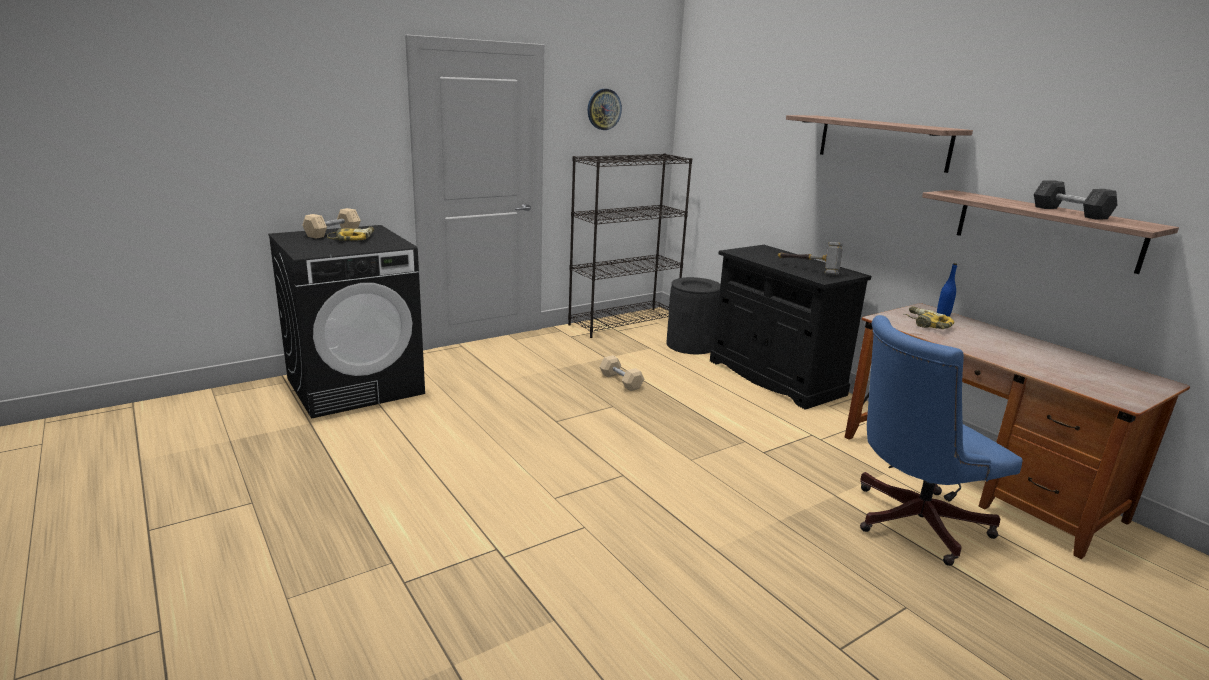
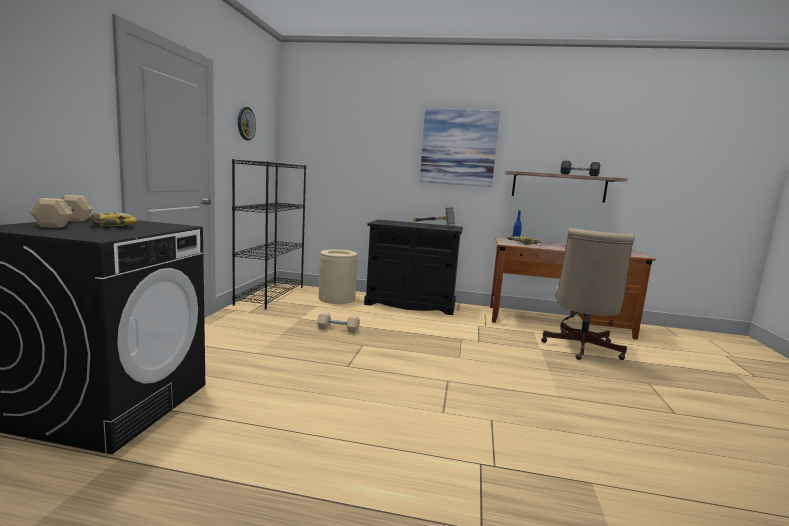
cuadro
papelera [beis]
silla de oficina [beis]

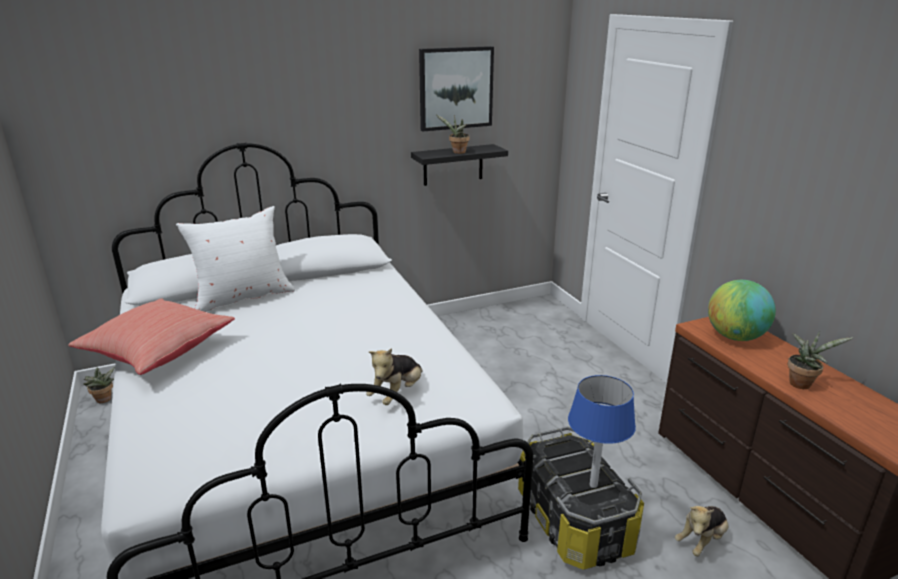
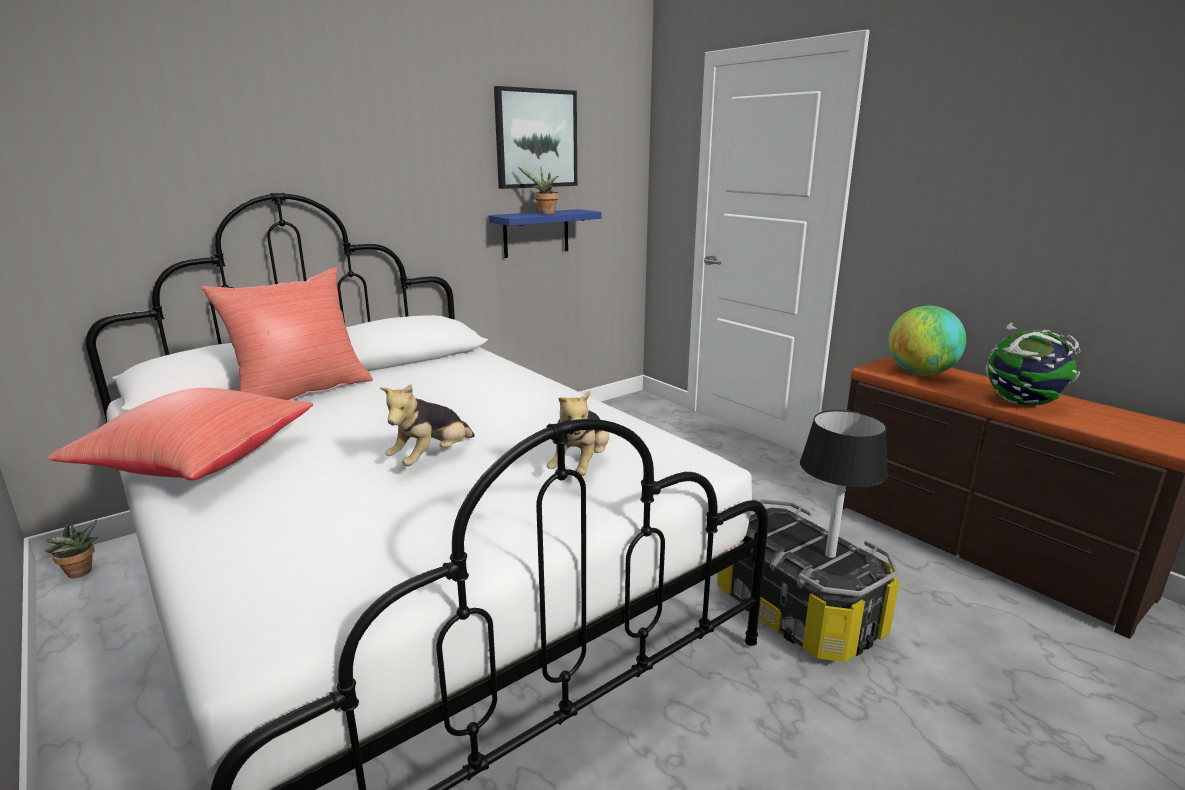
estante [azul]
cojín [rojo] (no. 2 from left)
globo terráqueo (no. 2 from left)
lámpara de mesa [negro]
peluche (no. 1 from left)

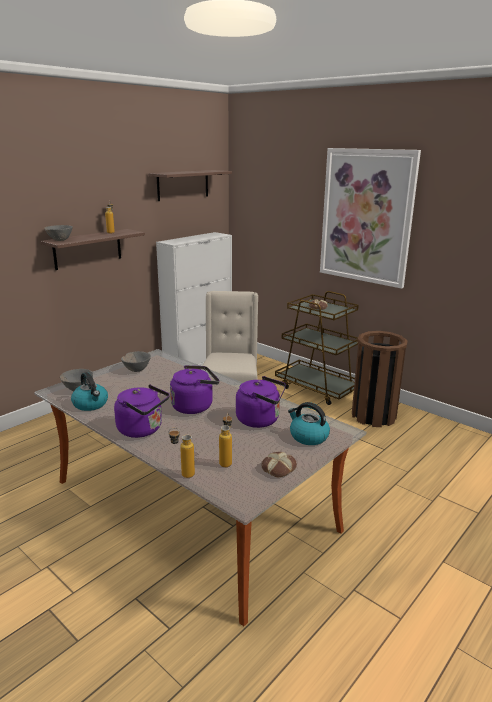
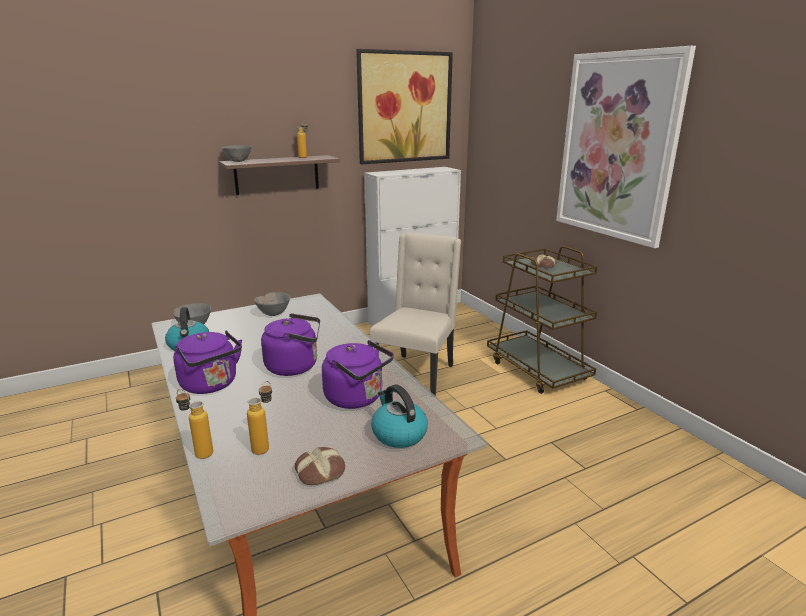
cuadro (no. 1 from left)
papelera [marrón]

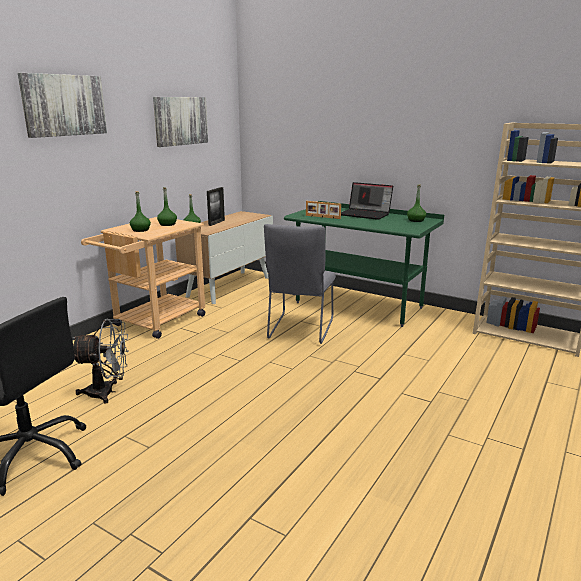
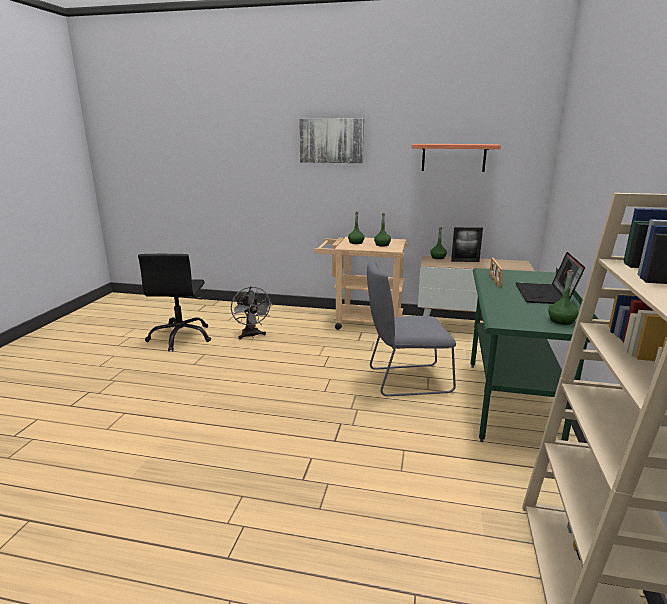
estante

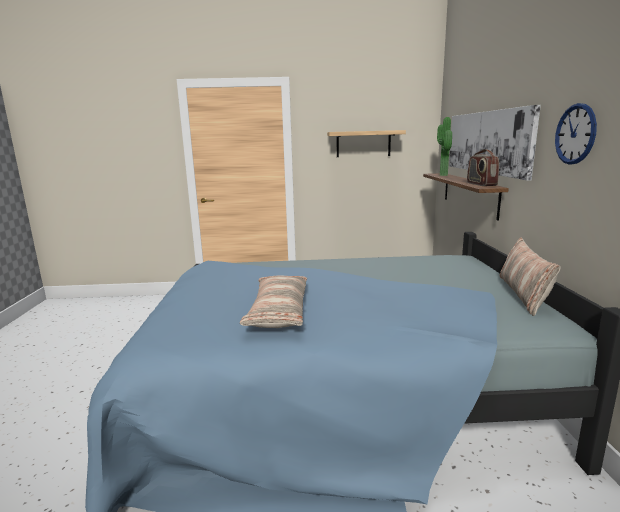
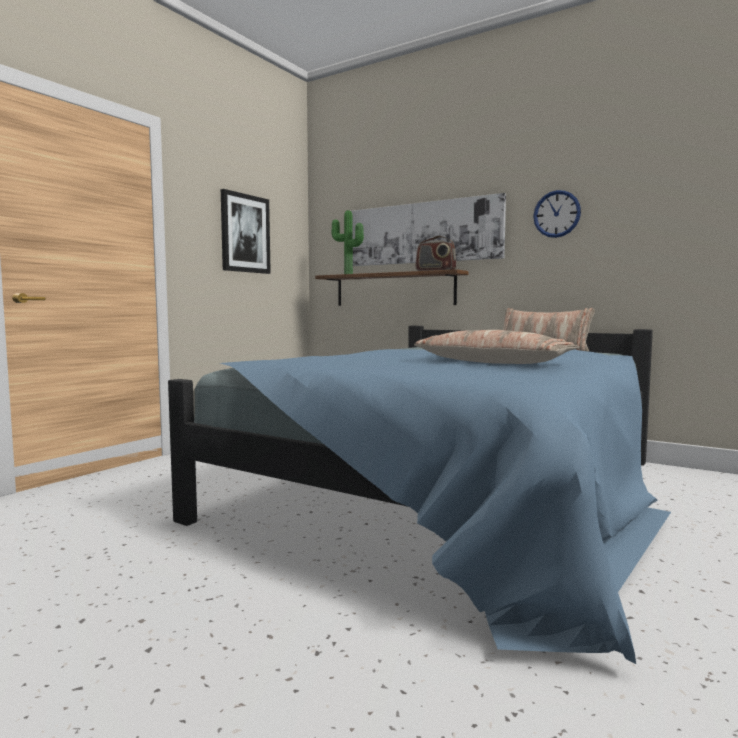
cuadro (no. 1 from left)

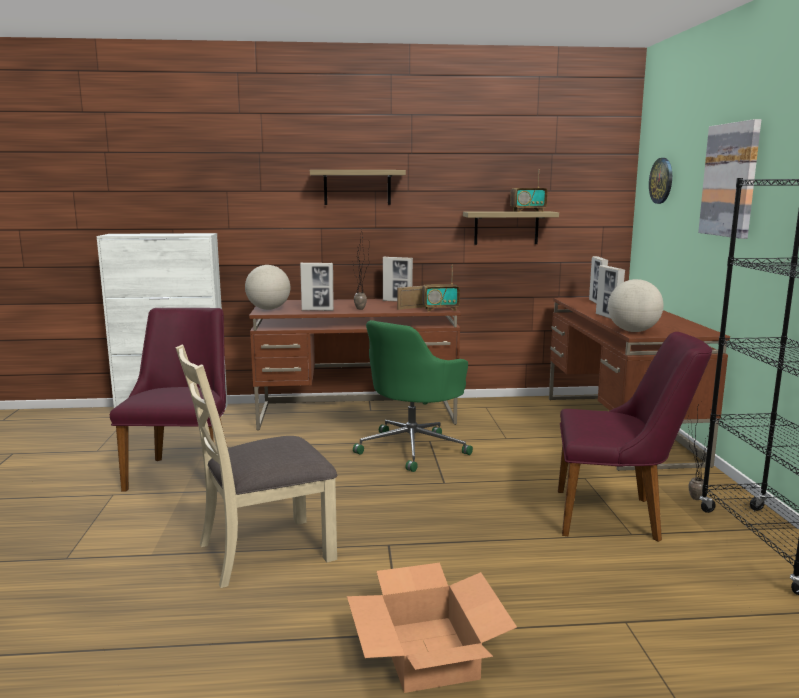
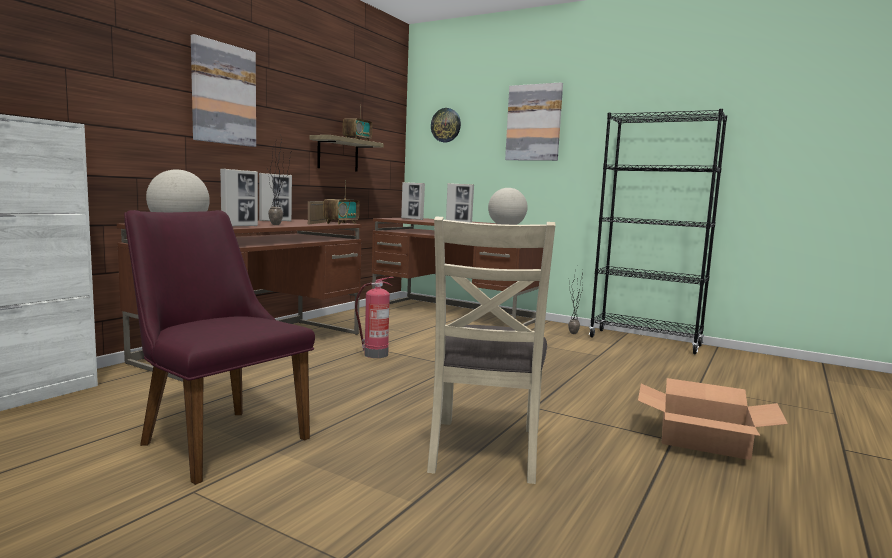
cuadro (no. 1 from left)
extintor
silla [morado] (no. 2 from left in the first image)

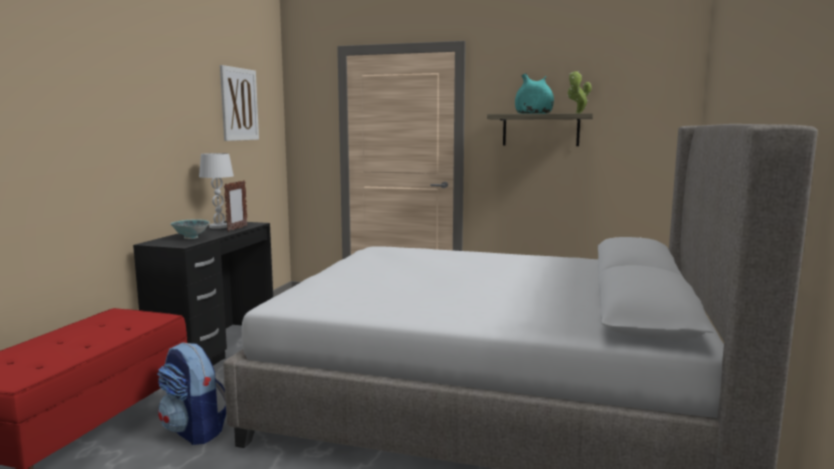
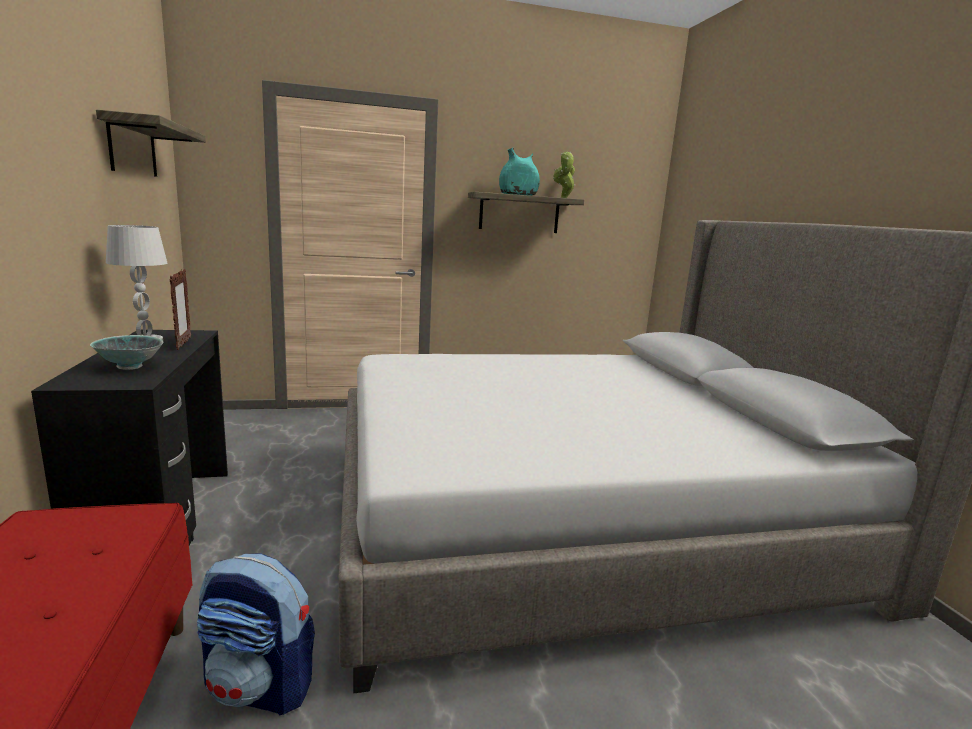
estante (no. 1 from left)

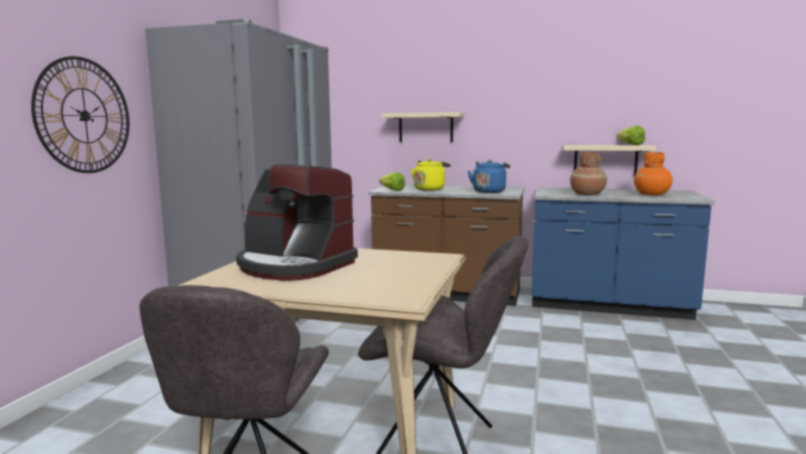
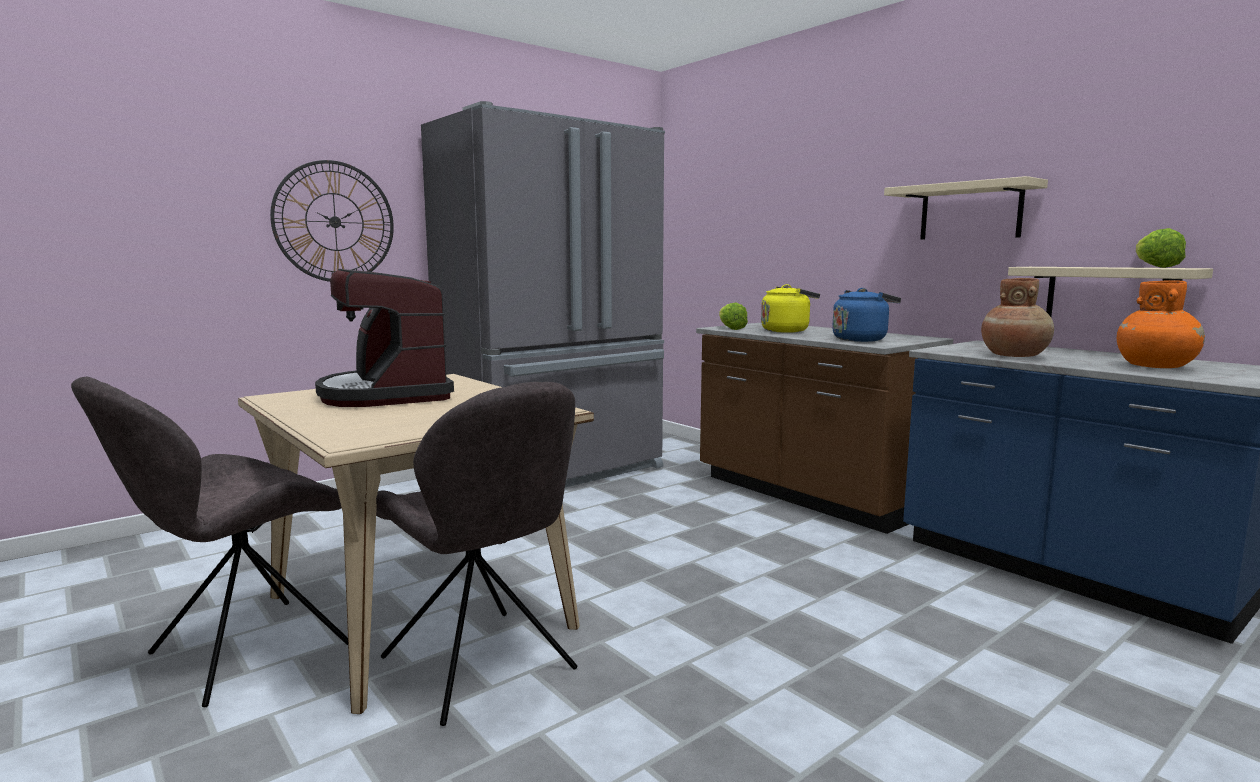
estante [beis] (no. 1 from left)

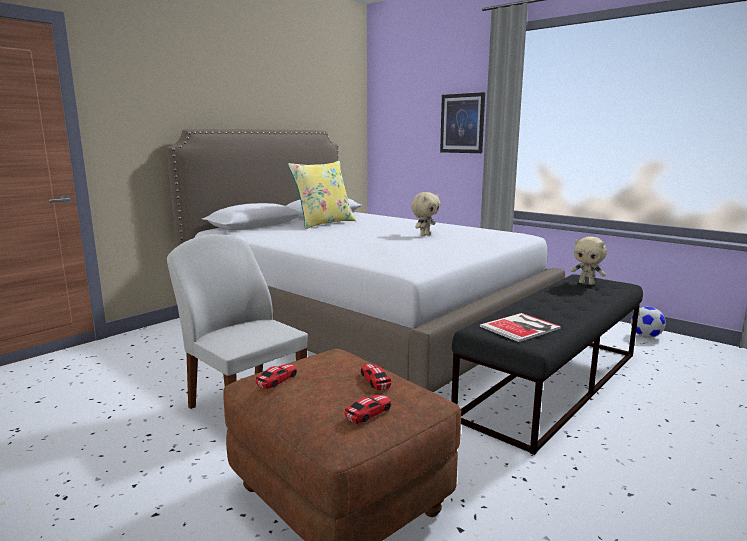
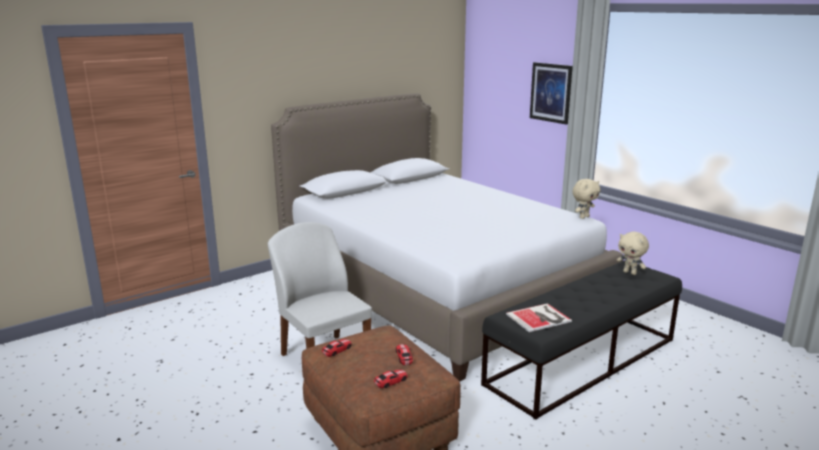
cojín [amarillo]
peluche [beis] (no. 1 from left)
balón de fútbol

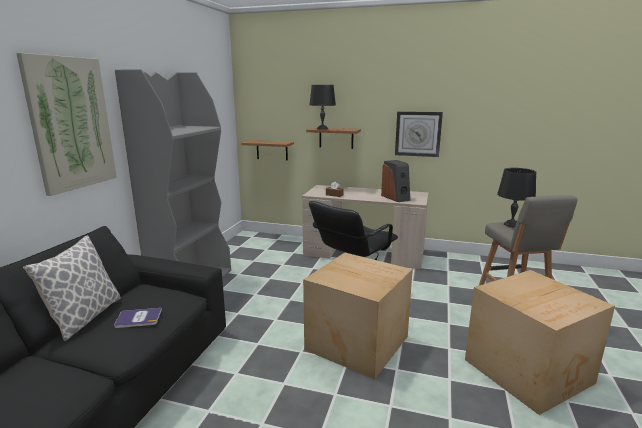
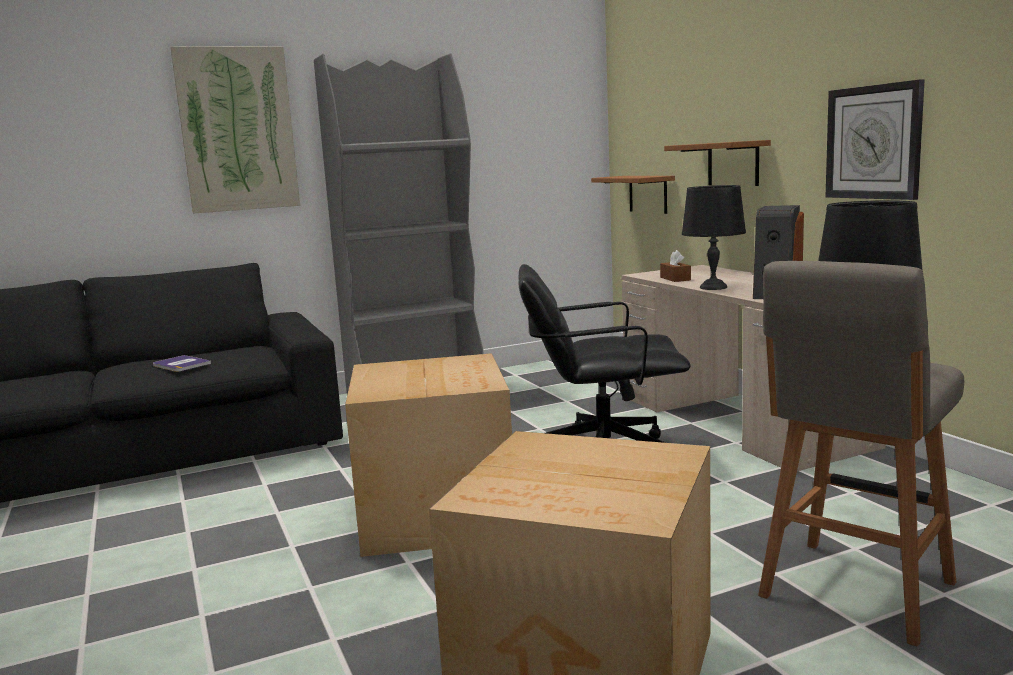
lámpara de mesa [negro] (no. 1 from left)
cojín

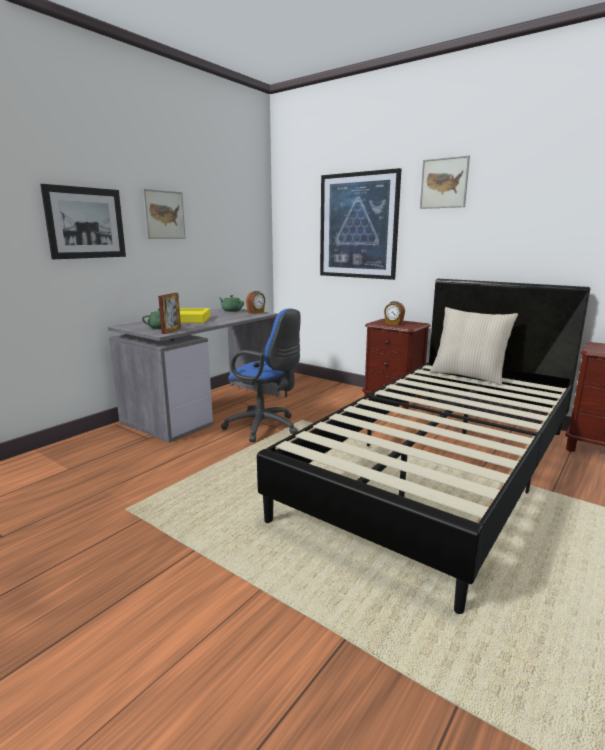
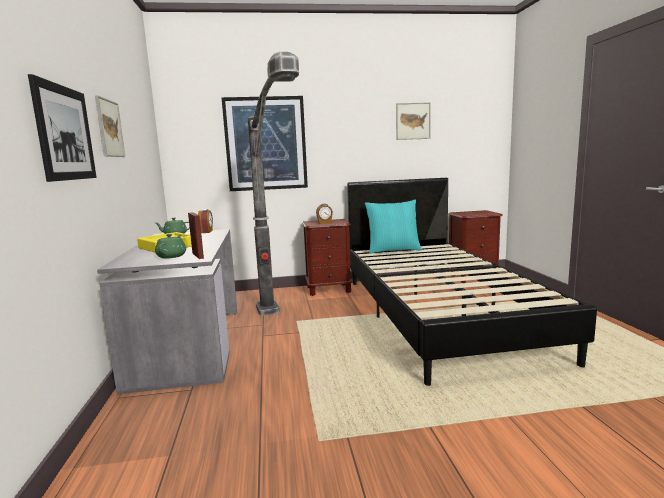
cuadro (no. 4 from left)
cojín [turquesa]
lámpara de pie

